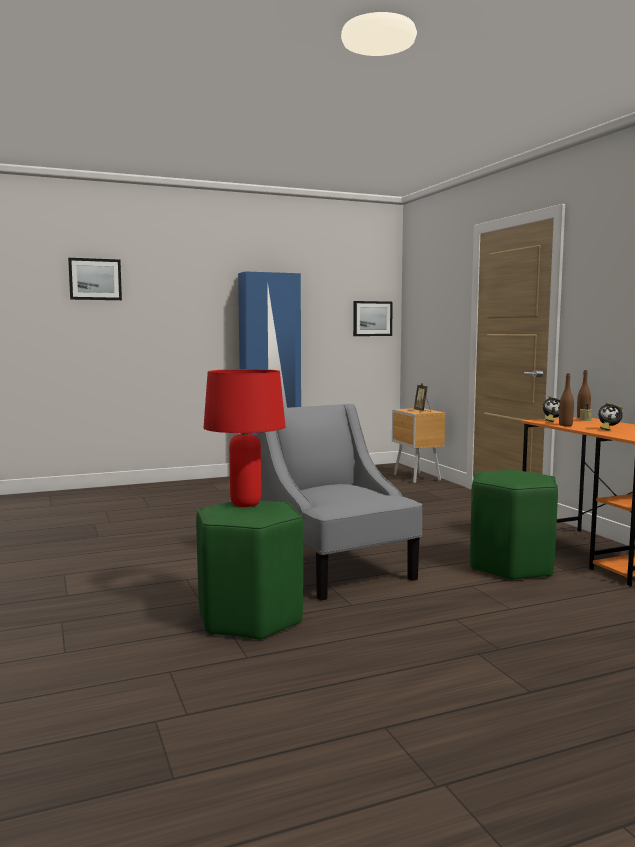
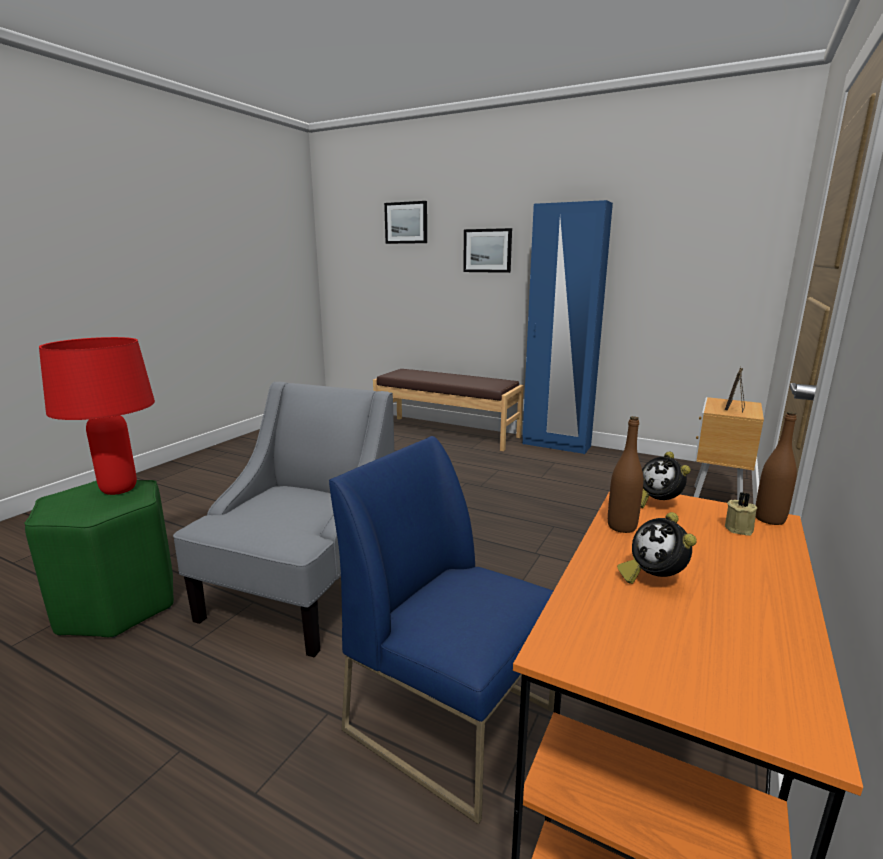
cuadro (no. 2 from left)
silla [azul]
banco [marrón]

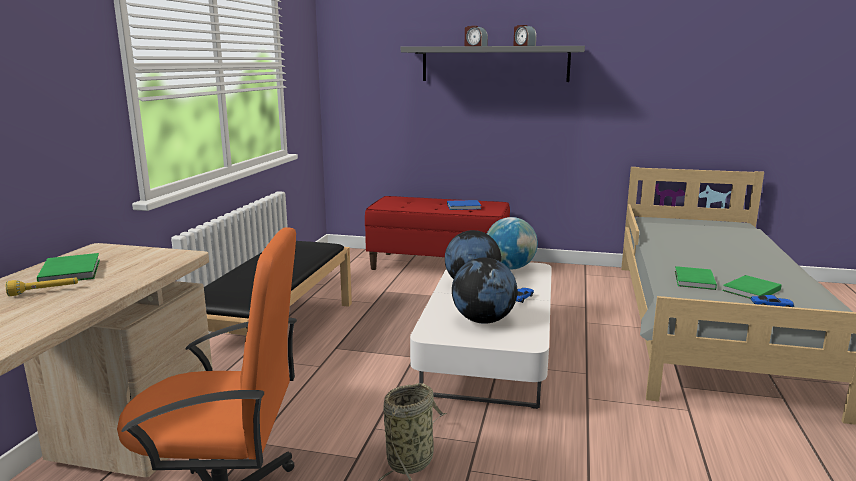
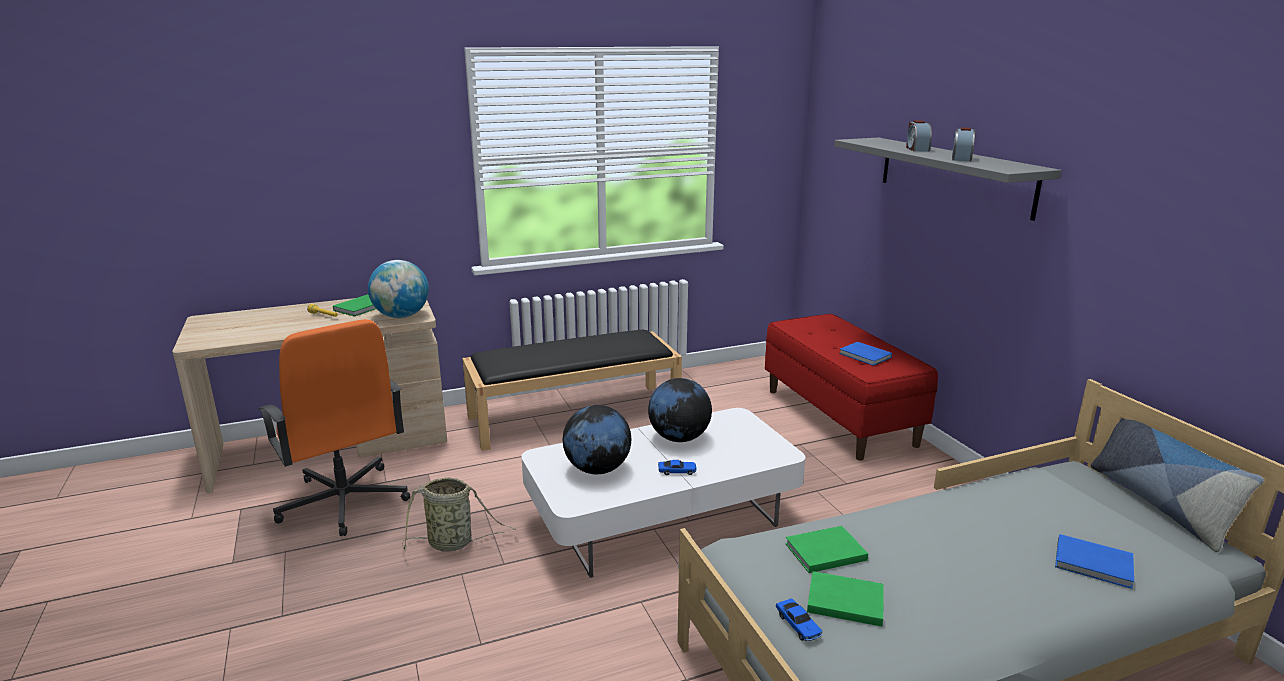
globo terráqueo (no. 1 from left)
cojín
libro [azul] (no. 2 from left)

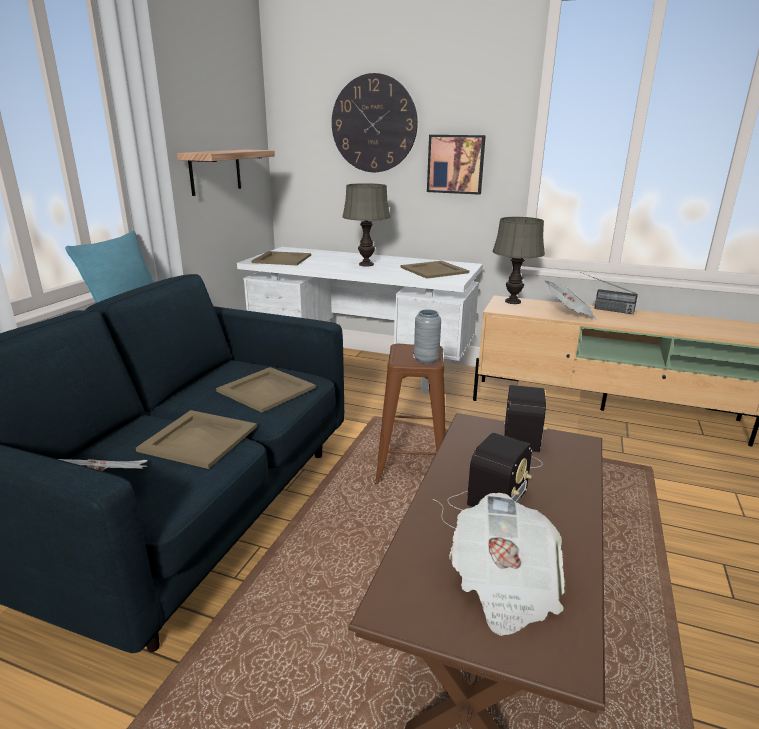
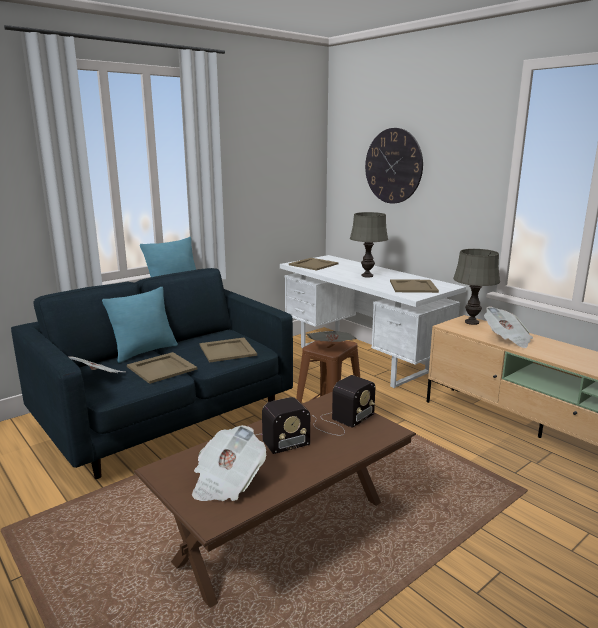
cuadro
estante
radio (no. 3 from left in the first image)
periódico (no. 3 from left)
cojín [turquesa] (no. 1 from left)

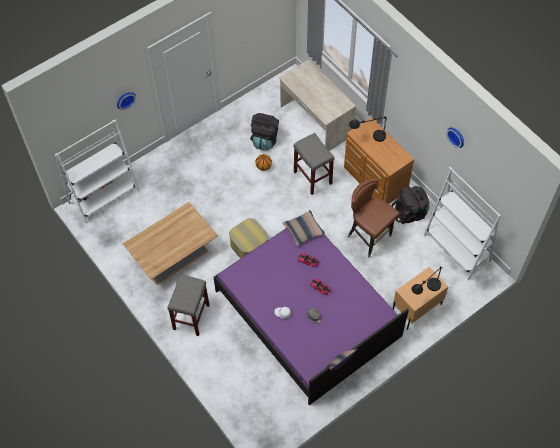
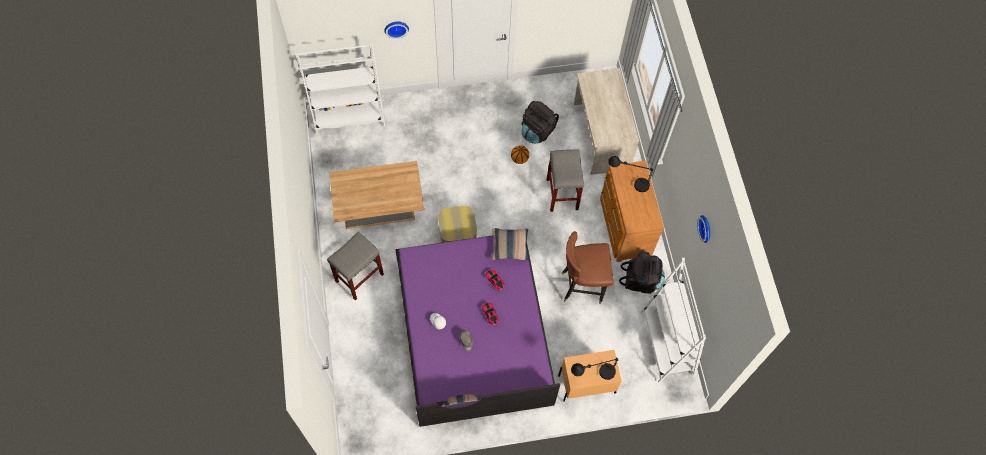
silla [marrón]

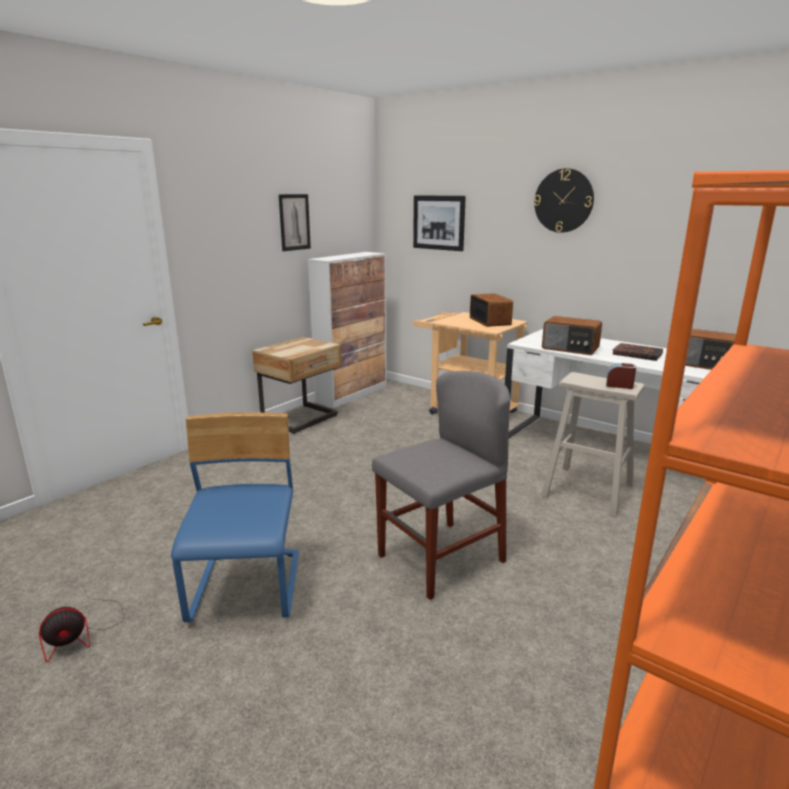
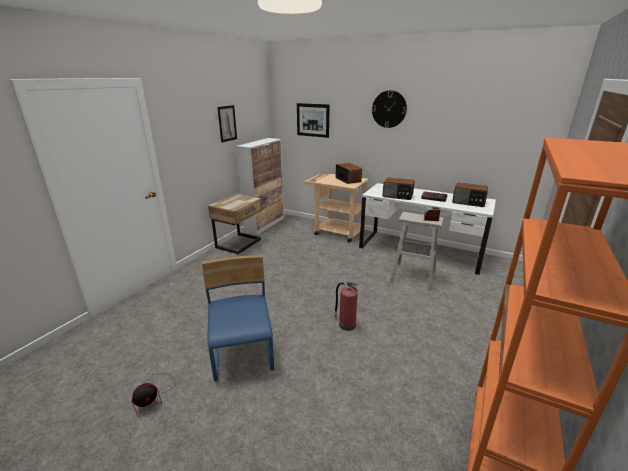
extintor

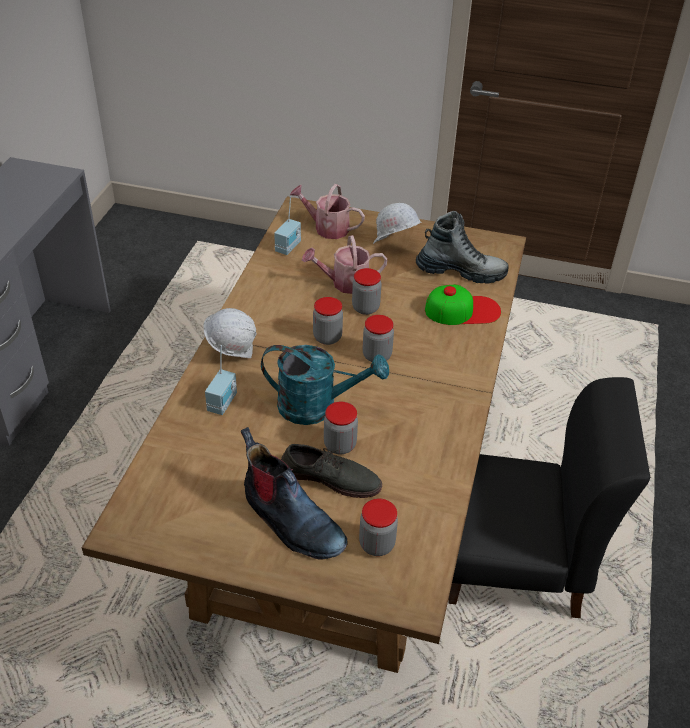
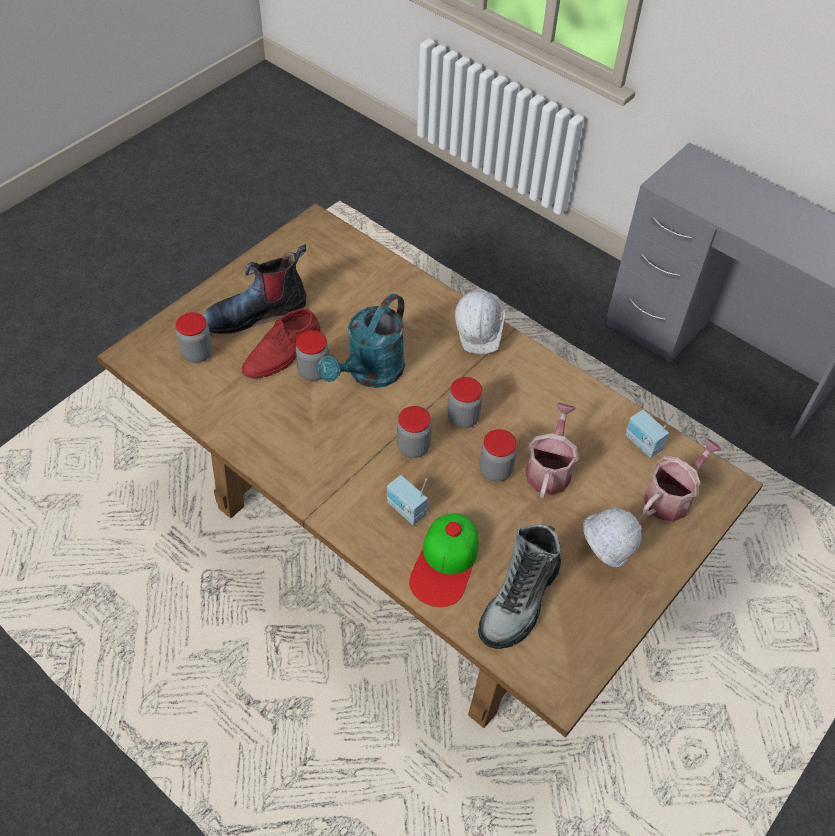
radio (no. 1 from left)
silla [negro]
zapato [rojo]

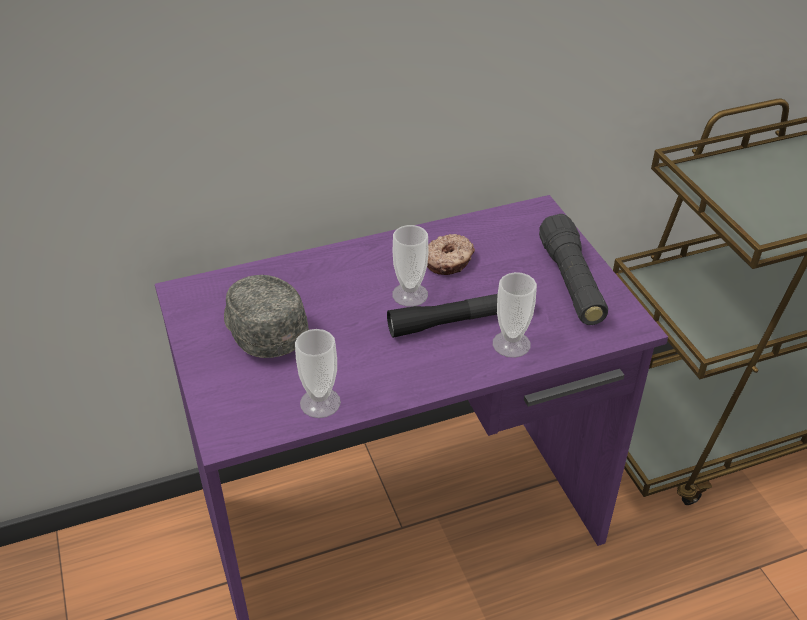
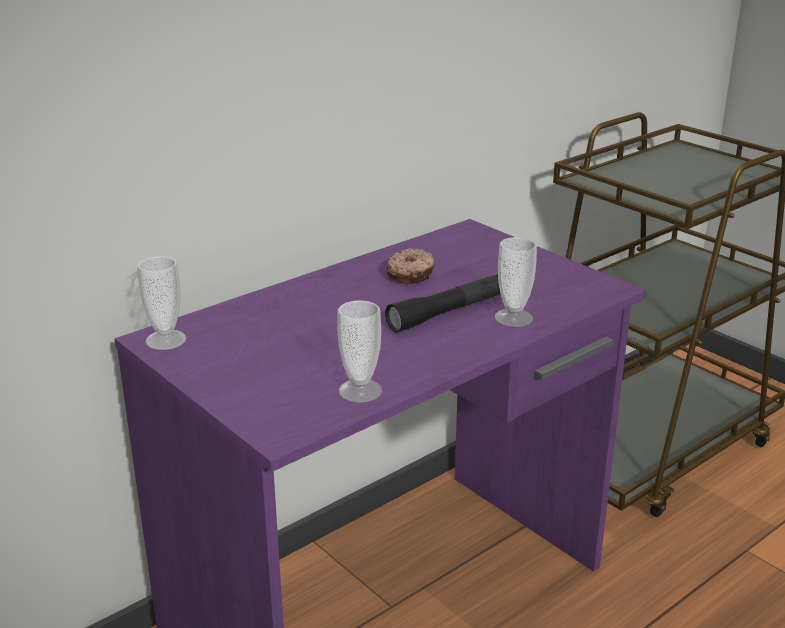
linterna [negro] (no. 2 from left in the first image)
taza (no. 1 from left)
gorra [gris]

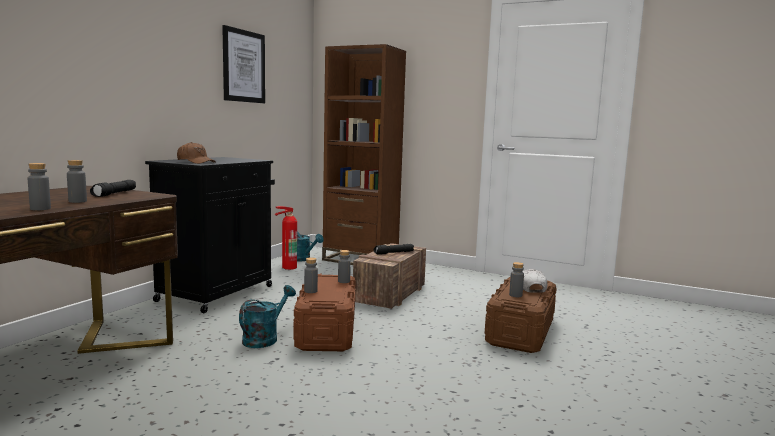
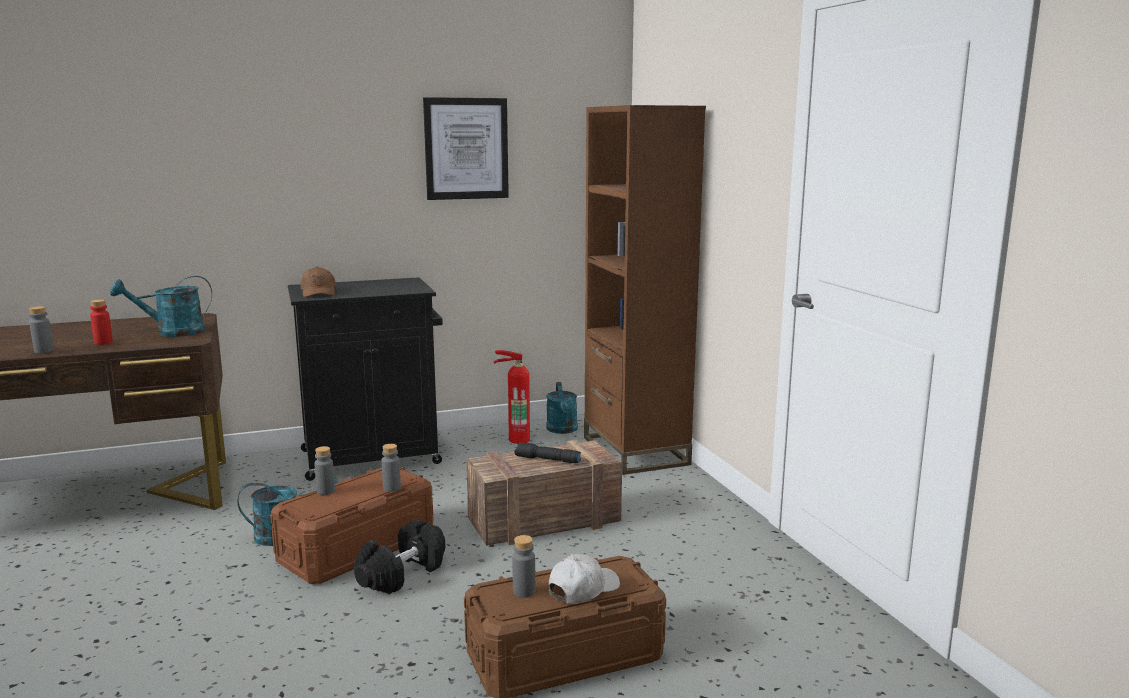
botella [rojo]
regadera [turquesa] (no. 1 from left)
mancuerna [negro]

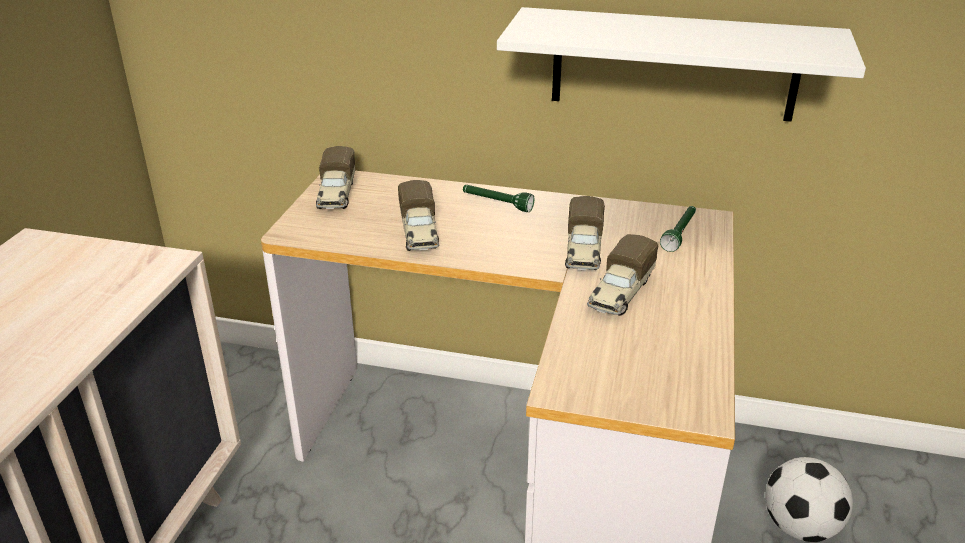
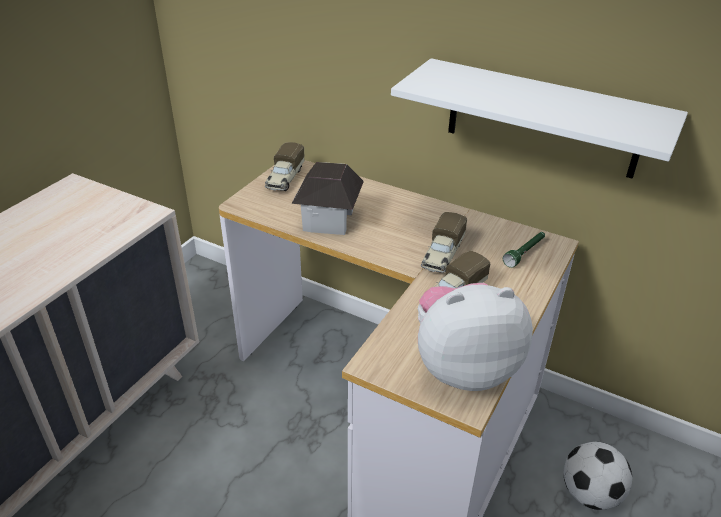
casita
linterna [verde] (no. 1 from left in the first image)
peluche

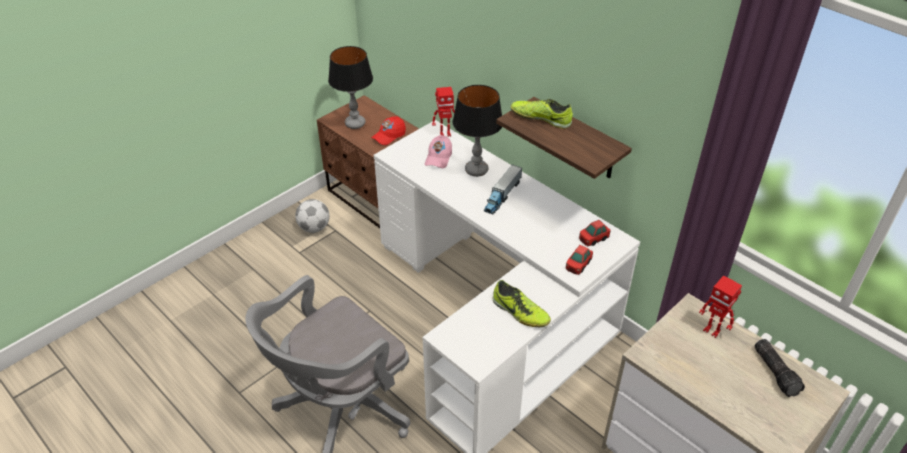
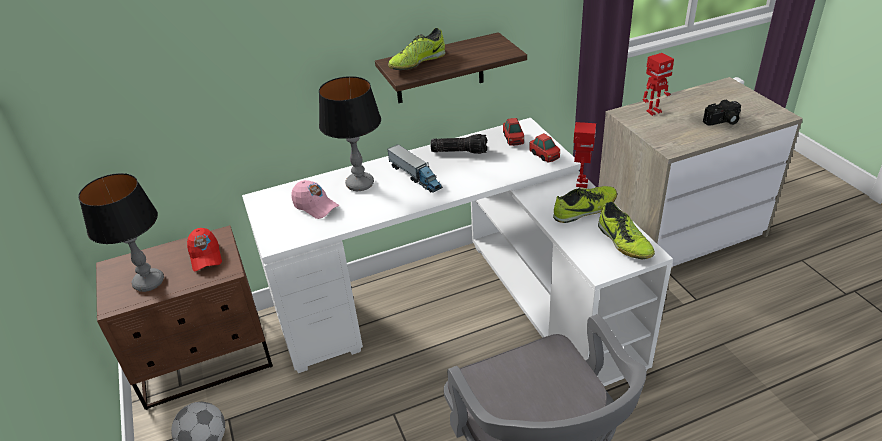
robot de juguete (no. 1 from left)
linterna
cámara
zapato (no. 3 from left)

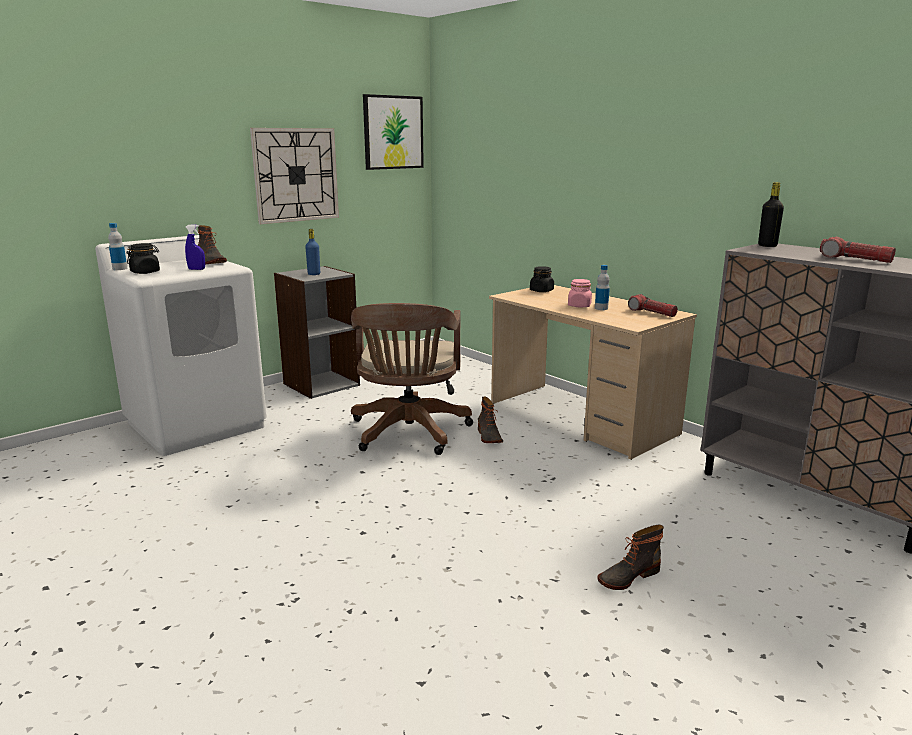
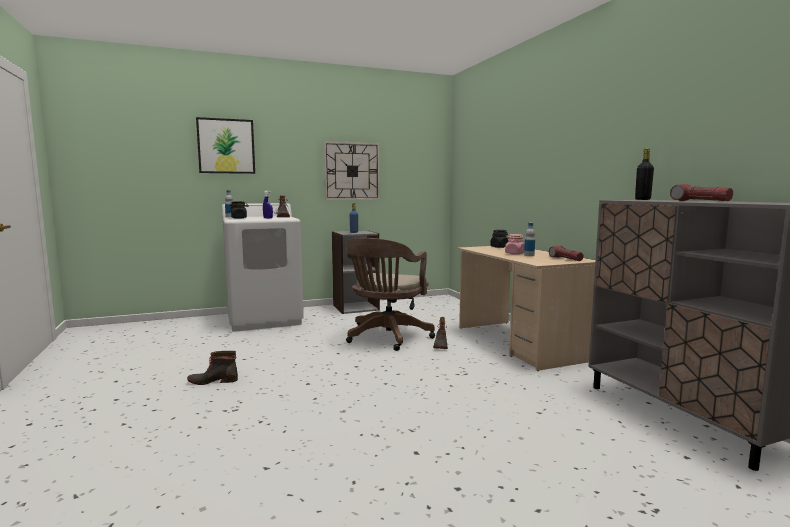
cuadro
bota (no. 1 from left)

